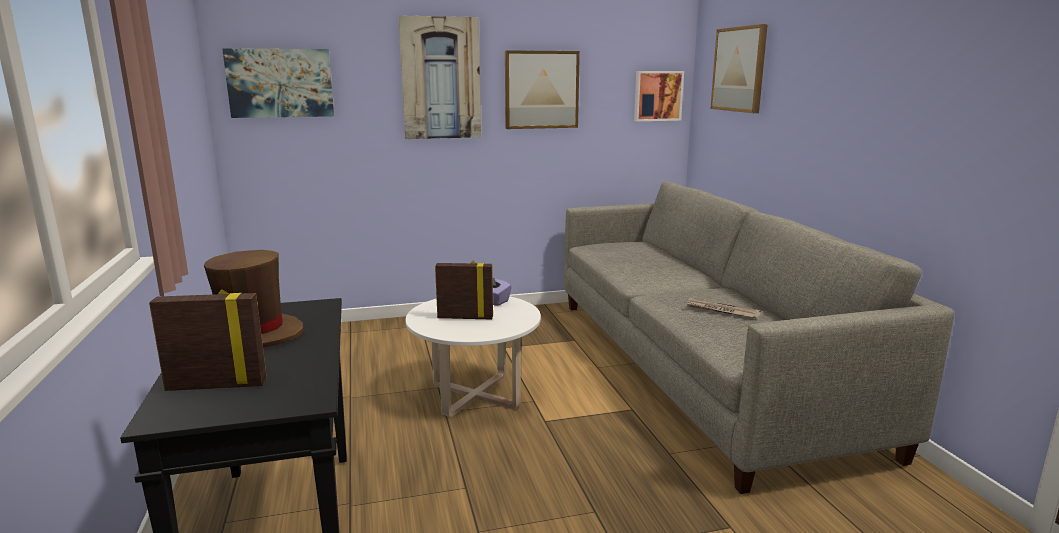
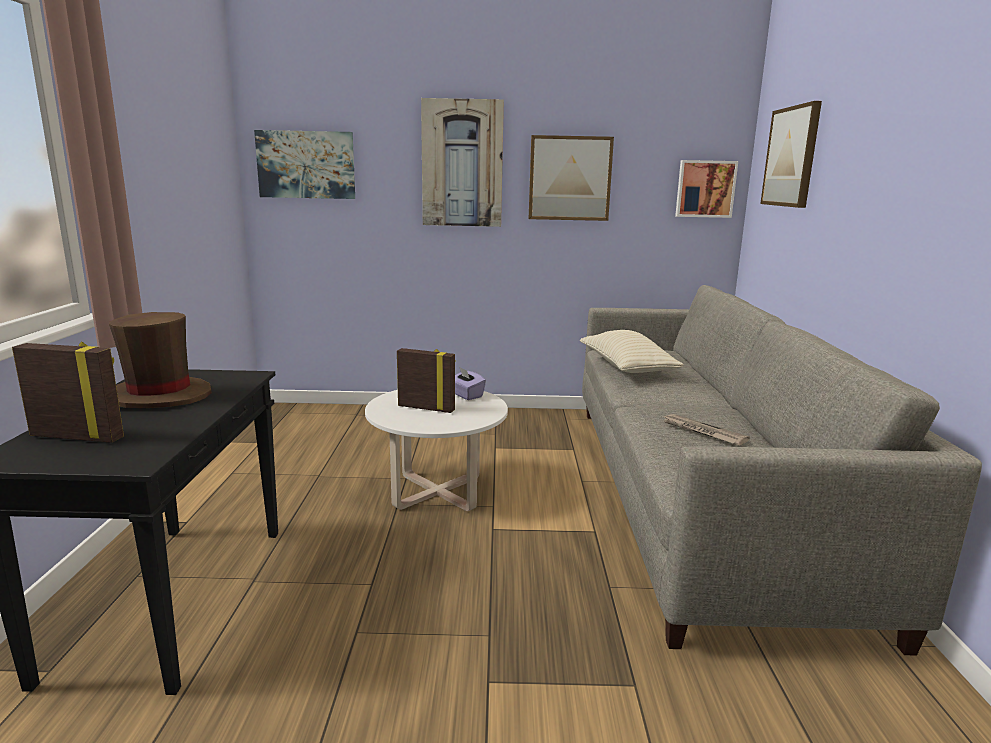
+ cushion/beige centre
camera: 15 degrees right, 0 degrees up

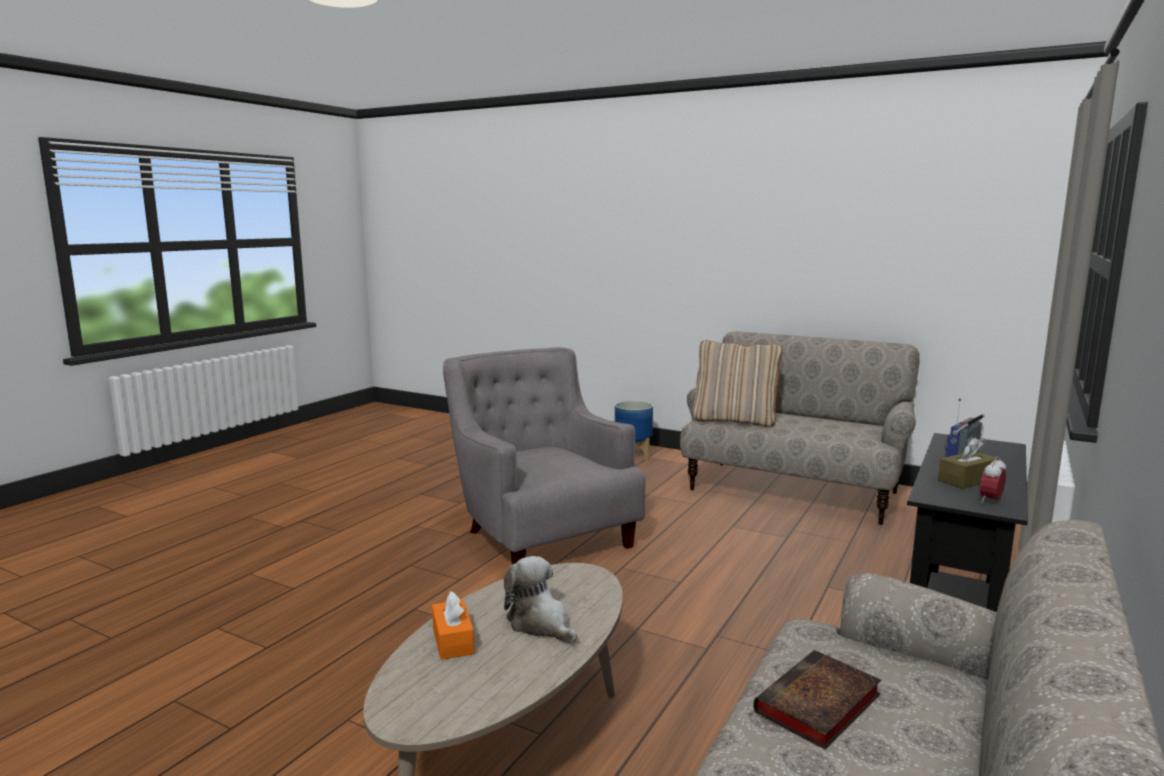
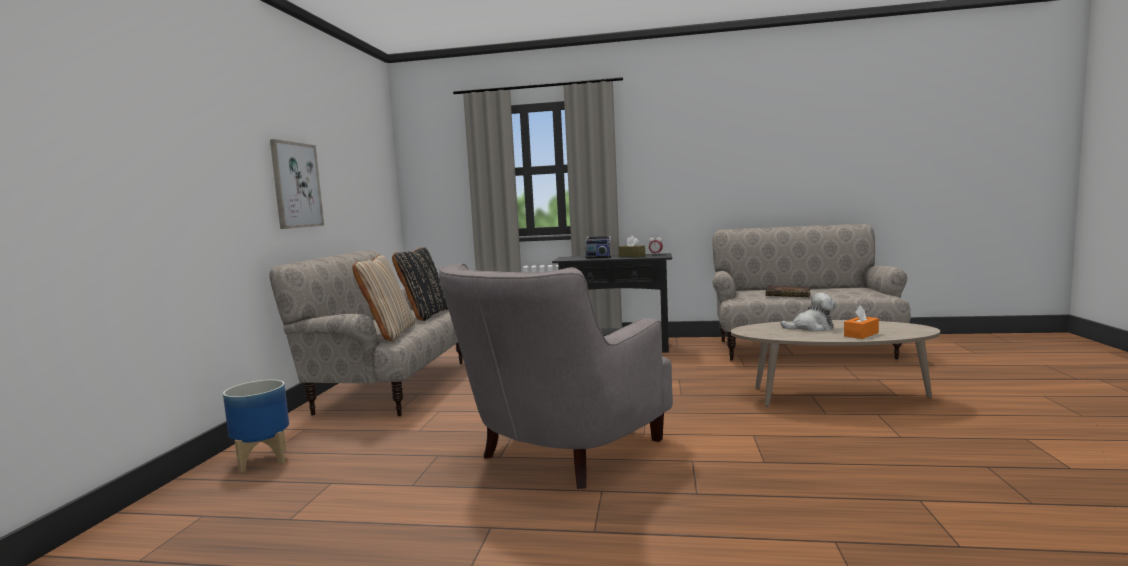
~ cuddly toy bottom centre = middle right 120 degrees counterclockwise
+ wall art top left
+ cushion/blackish centre
camera: 110 degrees left, 5 degrees down

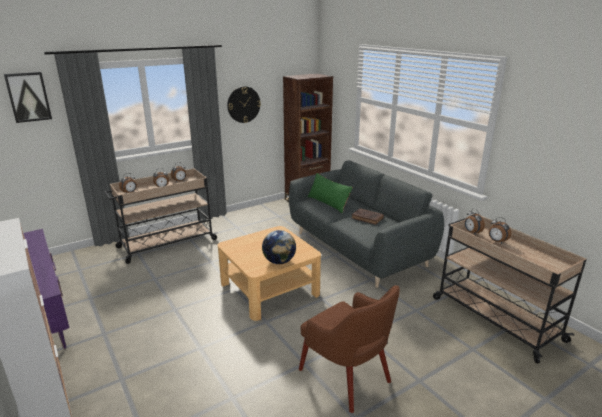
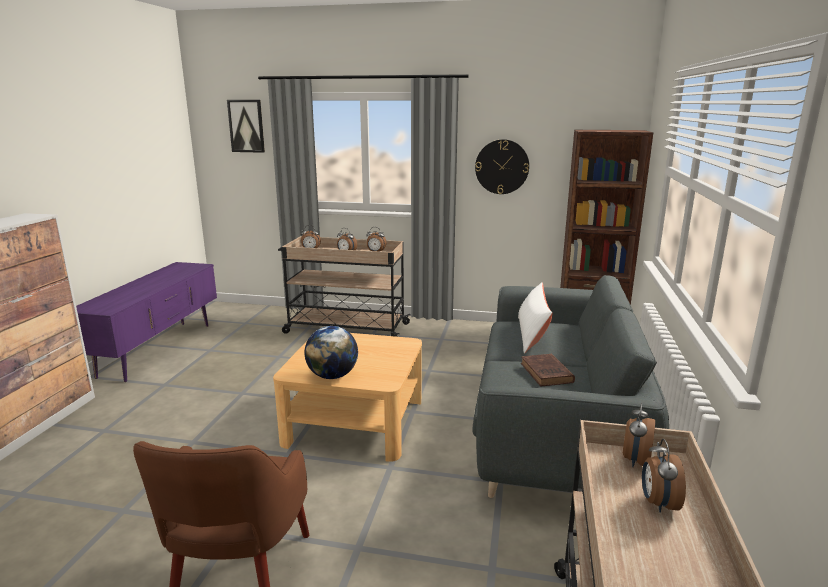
~ cushion/greenish centre to cushion/whitish centre
camera: 45 degrees right, 5 degrees down

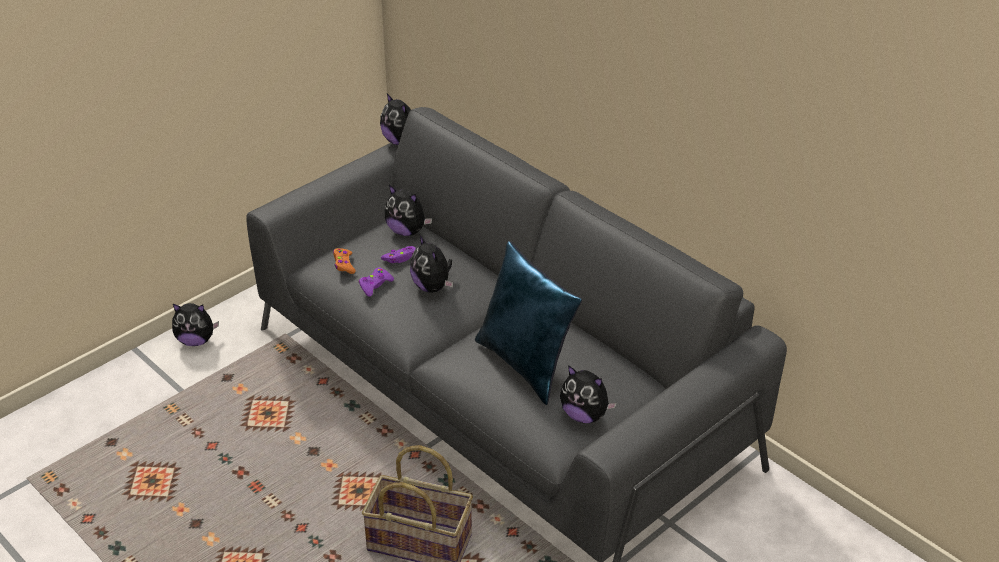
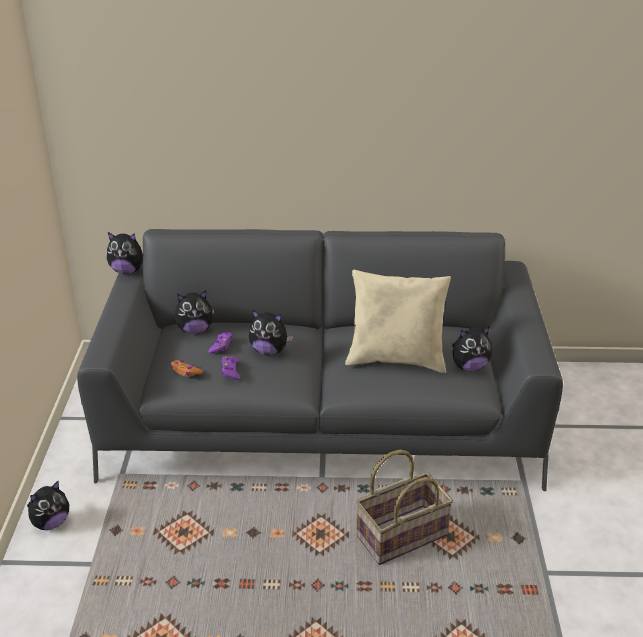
~ cushion/bluish centre to cushion/beige centre
camera: 45 degrees left, 5 degrees down

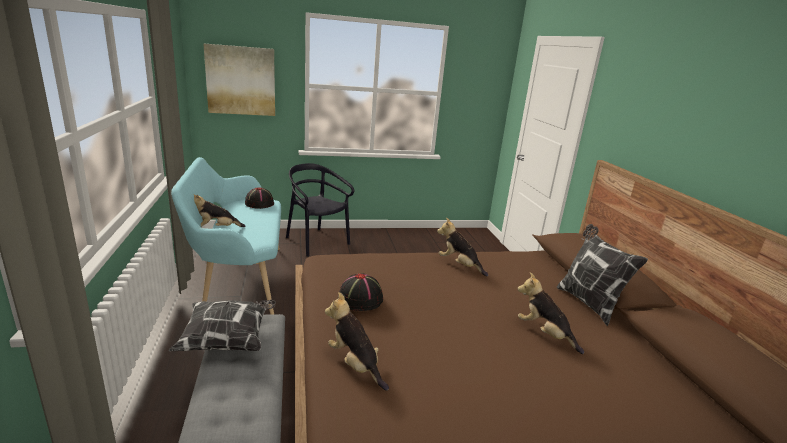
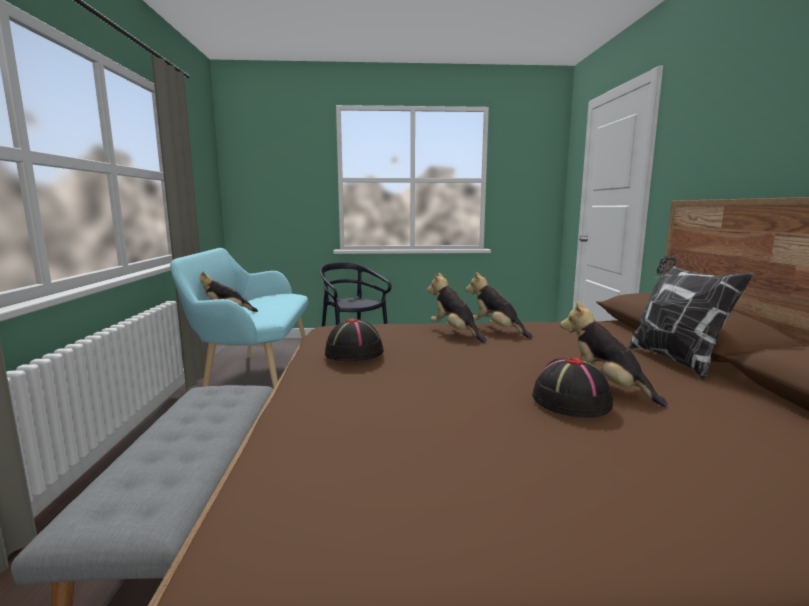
- cushion (1st from left) bottom left
- wall art top left
~ clothing hat/blackish (1st from left in the first image) middle left to clothing hat/blackish (2nd from left) middle right
~ cuddly toy (2nd from left) bottom centre to centre
camera: 10 degrees right, 10 degrees down

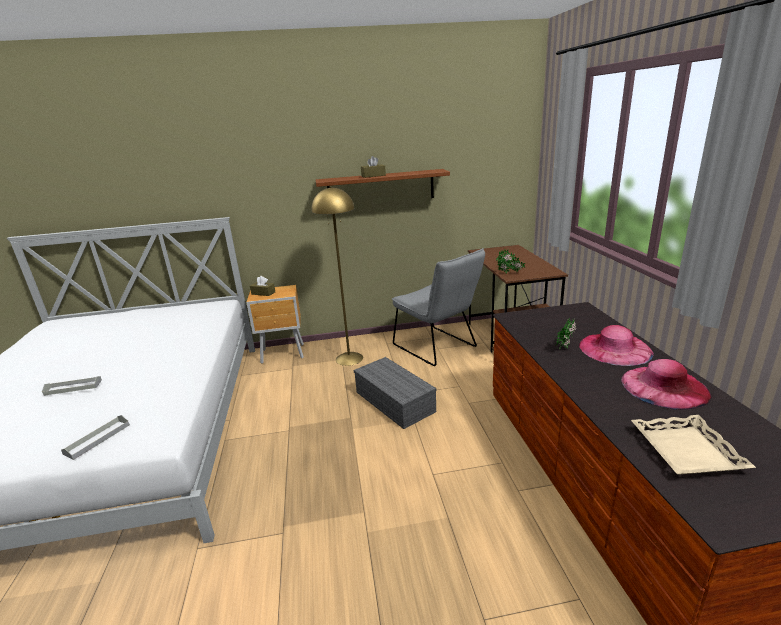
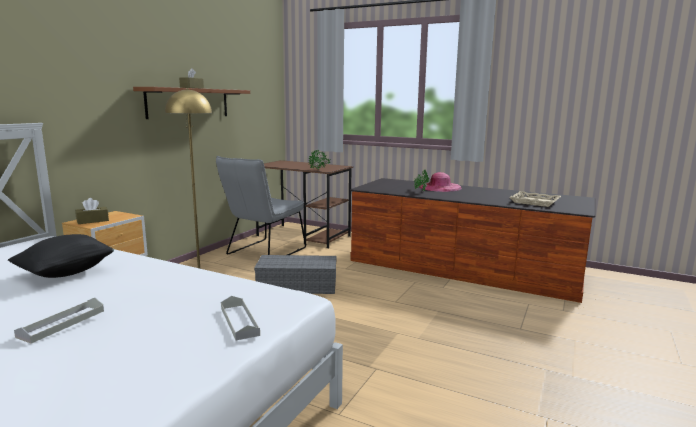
~ plain chair/gray centre = centre 120 degrees clockwise
- clothing hat/pinkish (2nd from left) middle right
+ cushion/blackish middle left
camera: 55 degrees left, 10 degrees down

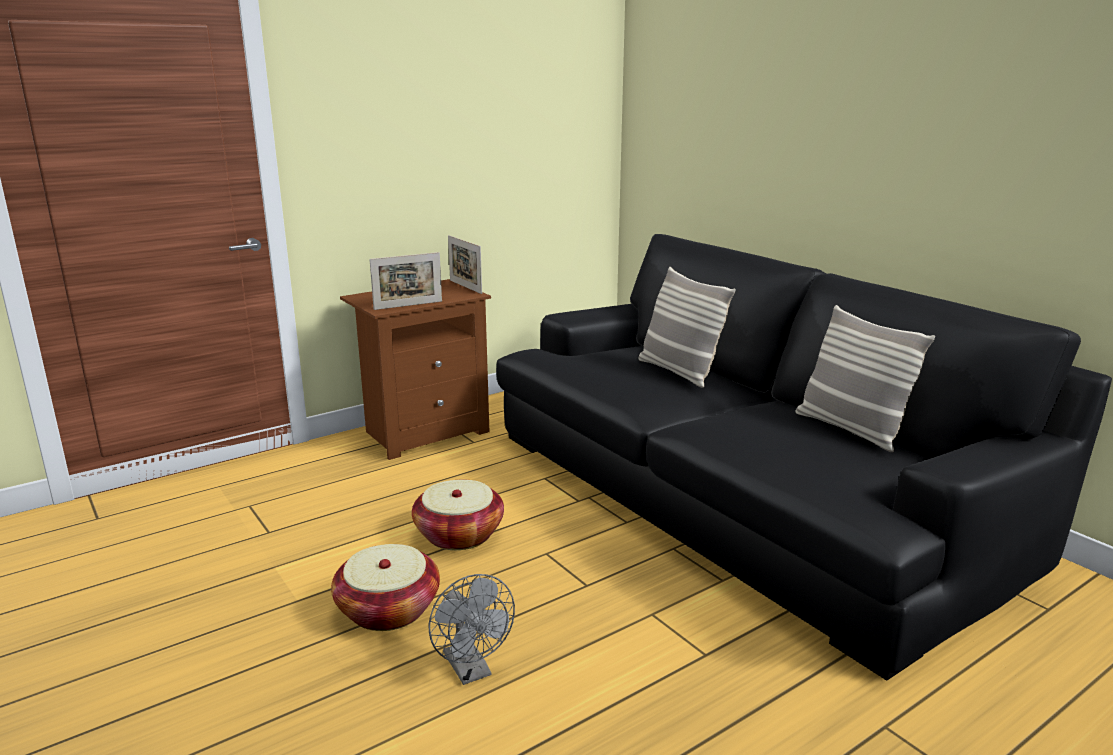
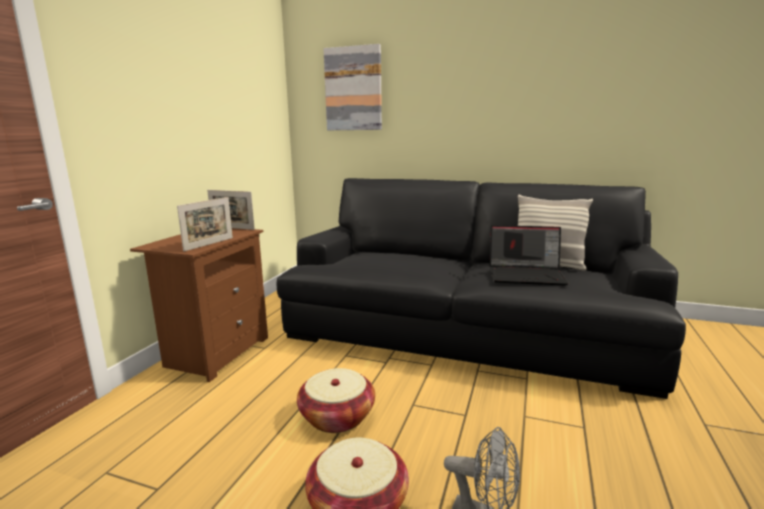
- cushion (1st from left) centre
+ wall art top centre
+ portable computer middle right
camera: 35 degrees left, 5 degrees down

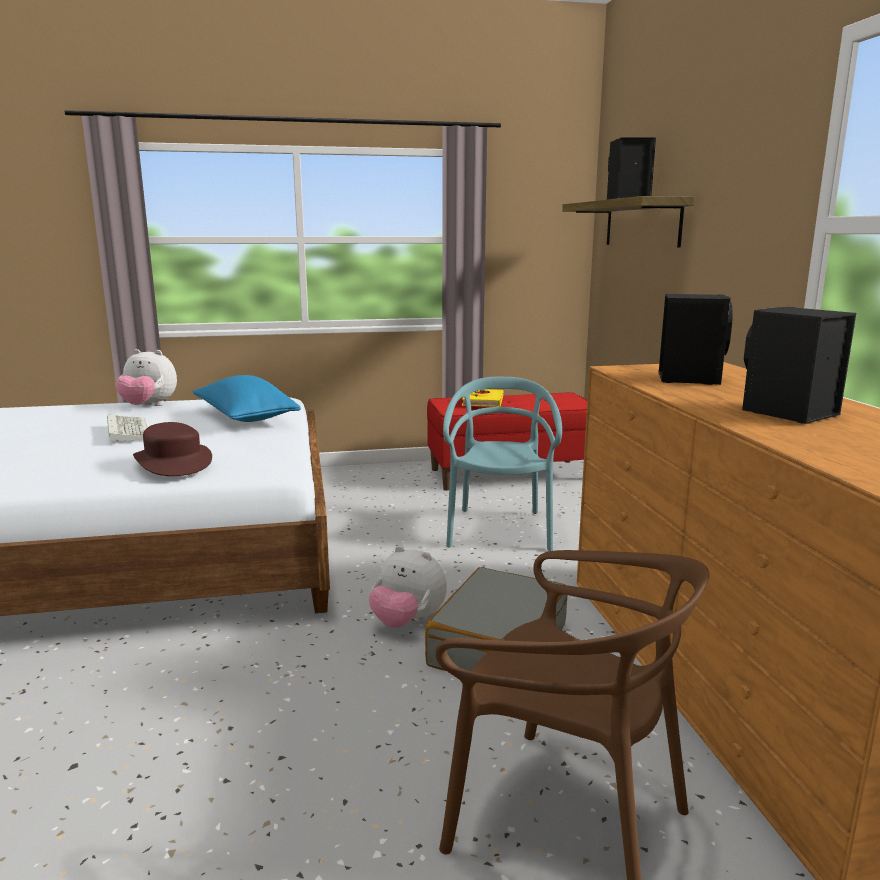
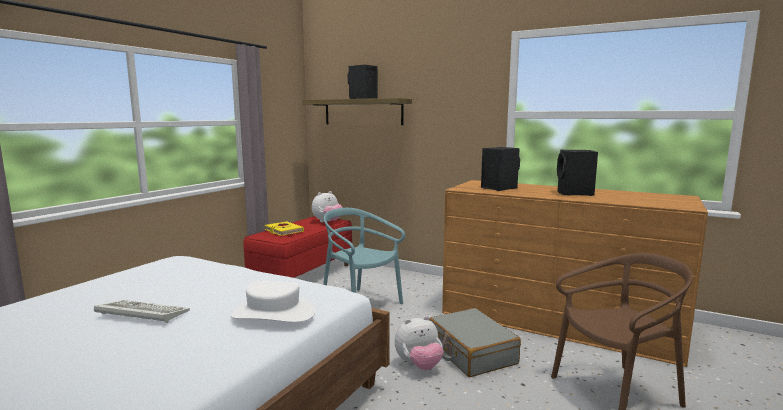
~ cuddly toy (1st from left) middle left to centre
~ clothing hat/brown-coloured middle left to clothing hat/whitish bottom centre
- cushion/bluish middle left
camera: 50 degrees left, 5 degrees down

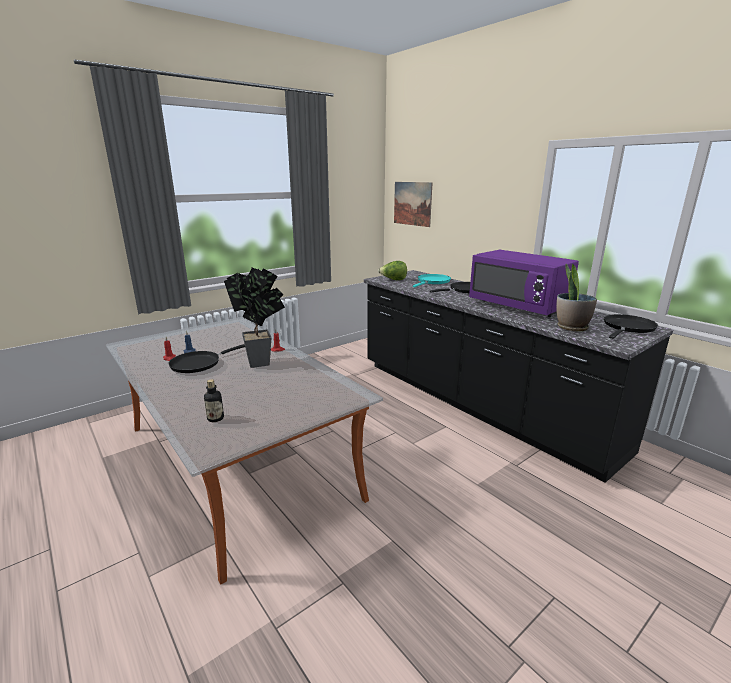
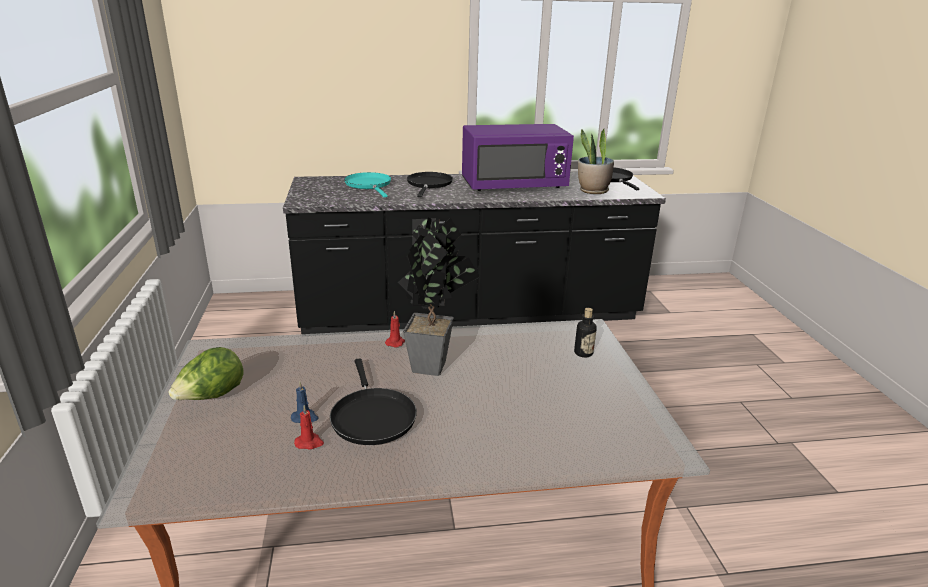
~ drink bottle middle left to centre
~ head of lettuce centre to middle left
- wall art top centre
camera: 60 degrees left, 5 degrees up

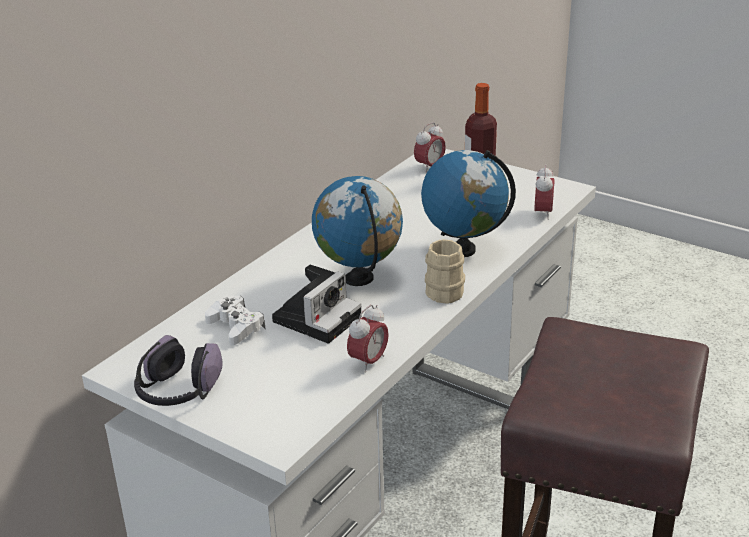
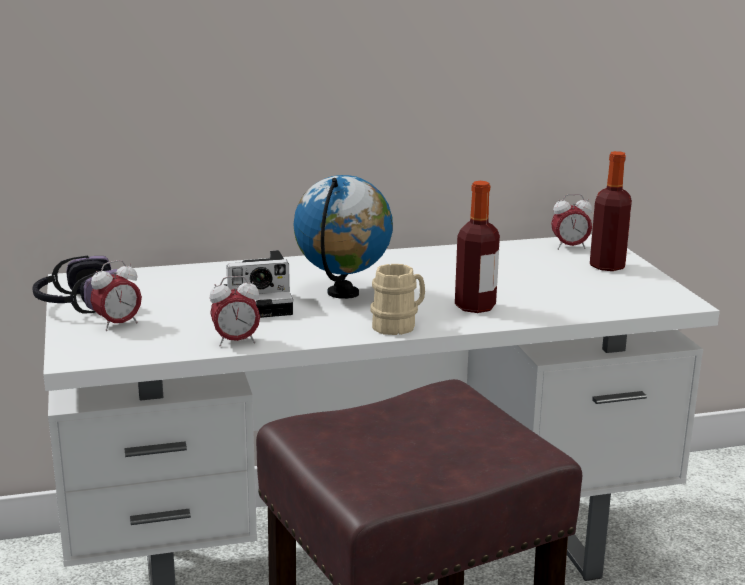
- joypad/whitish middle left
~ desk globe (2nd from left) centre to drink bottle (1st from left) centre
~ bedside clock (3rd from left in the first image) middle right to bedside clock (1st from left) middle left
camera: 40 degrees right, 10 degrees down

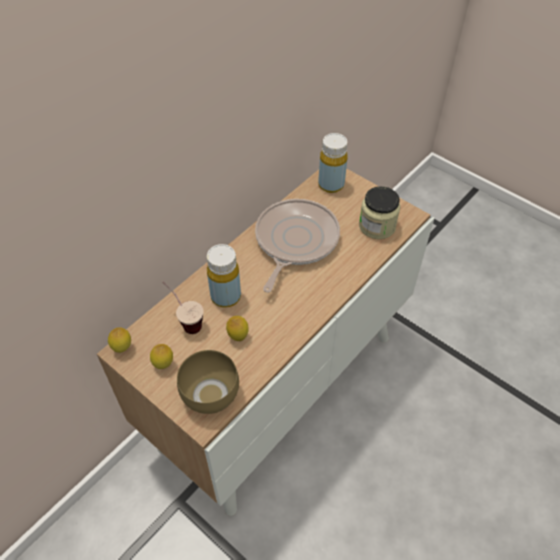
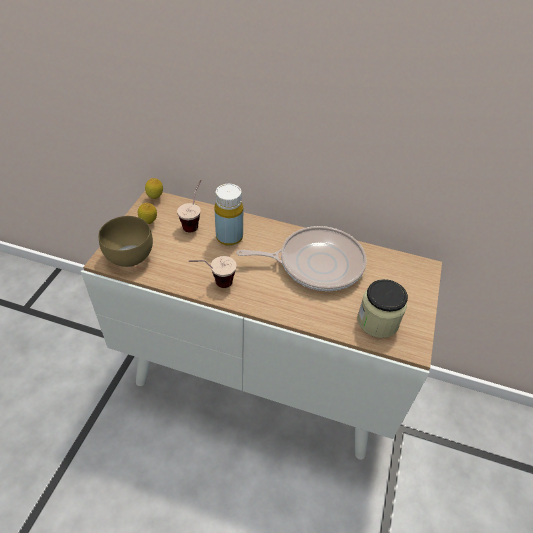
- whole lemon (3rd from left) centre
- drink bottle/yellow (2nd from left) top centre
+ cup (2nd from left) centre
camera: 65 degrees right, 5 degrees down

